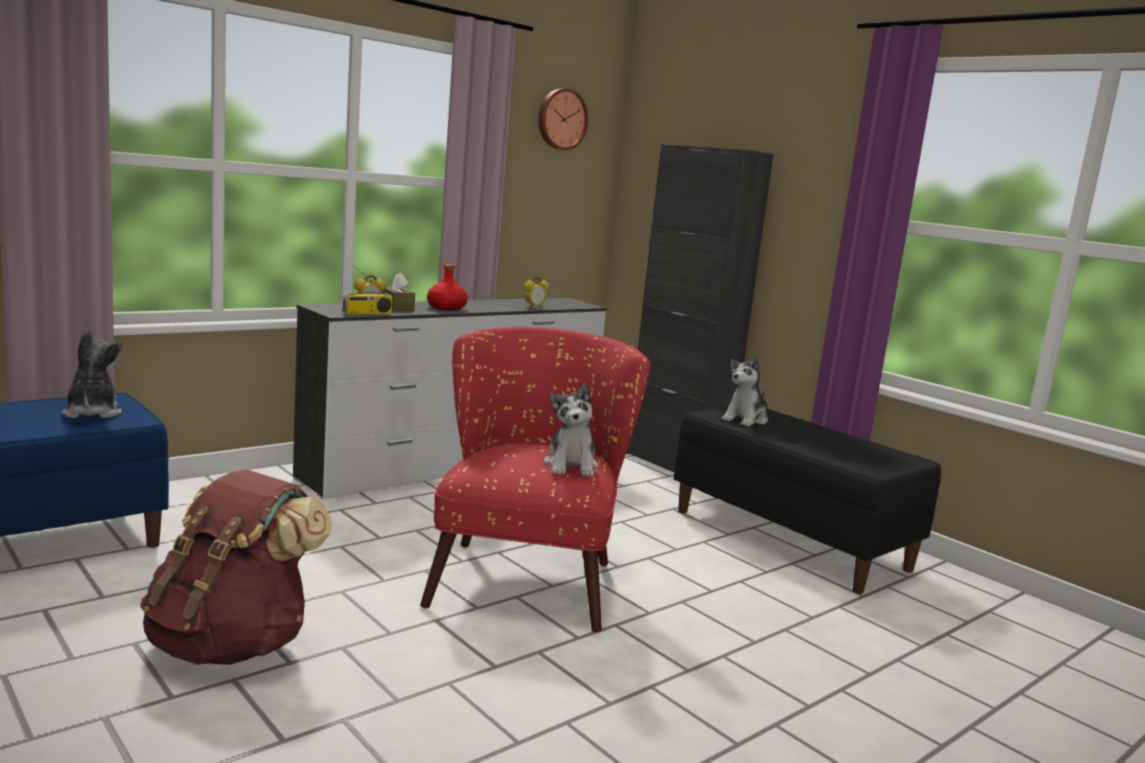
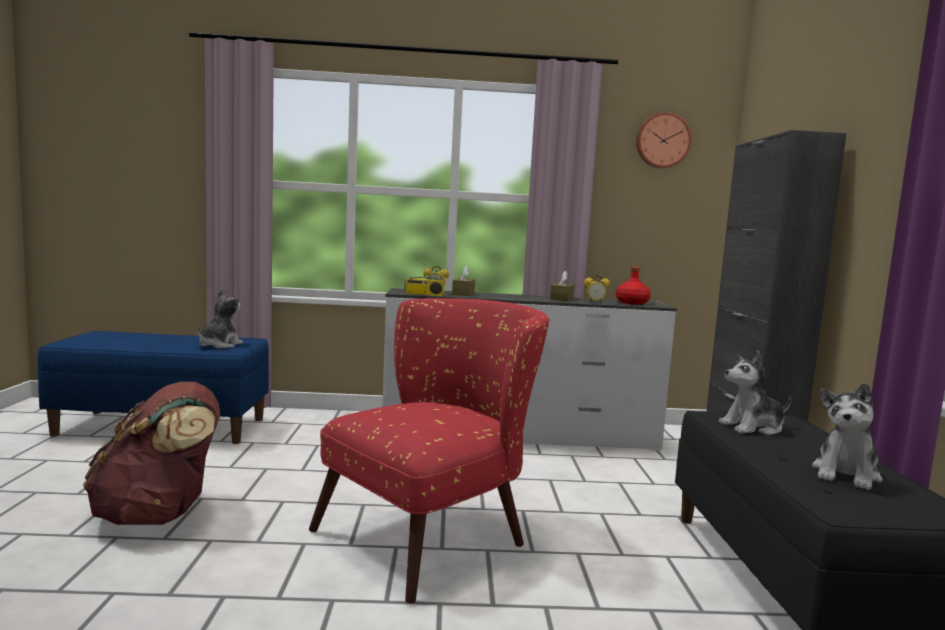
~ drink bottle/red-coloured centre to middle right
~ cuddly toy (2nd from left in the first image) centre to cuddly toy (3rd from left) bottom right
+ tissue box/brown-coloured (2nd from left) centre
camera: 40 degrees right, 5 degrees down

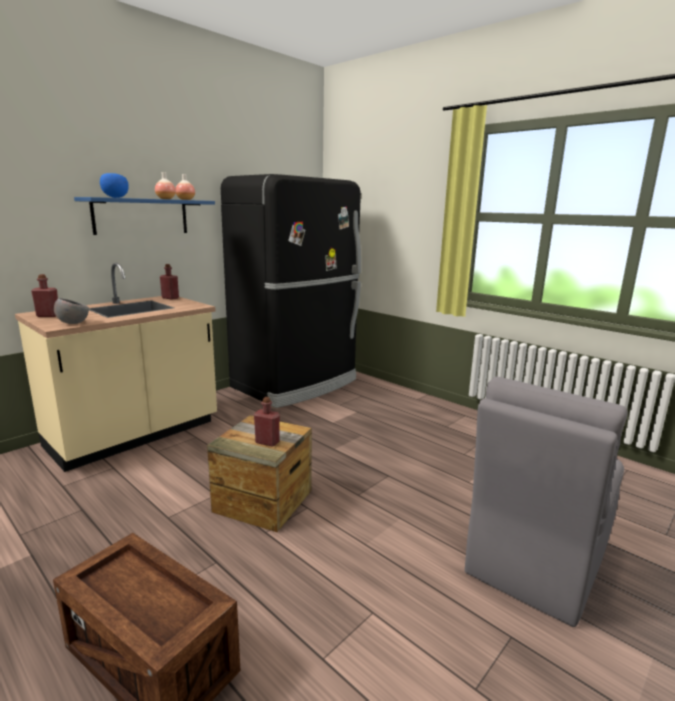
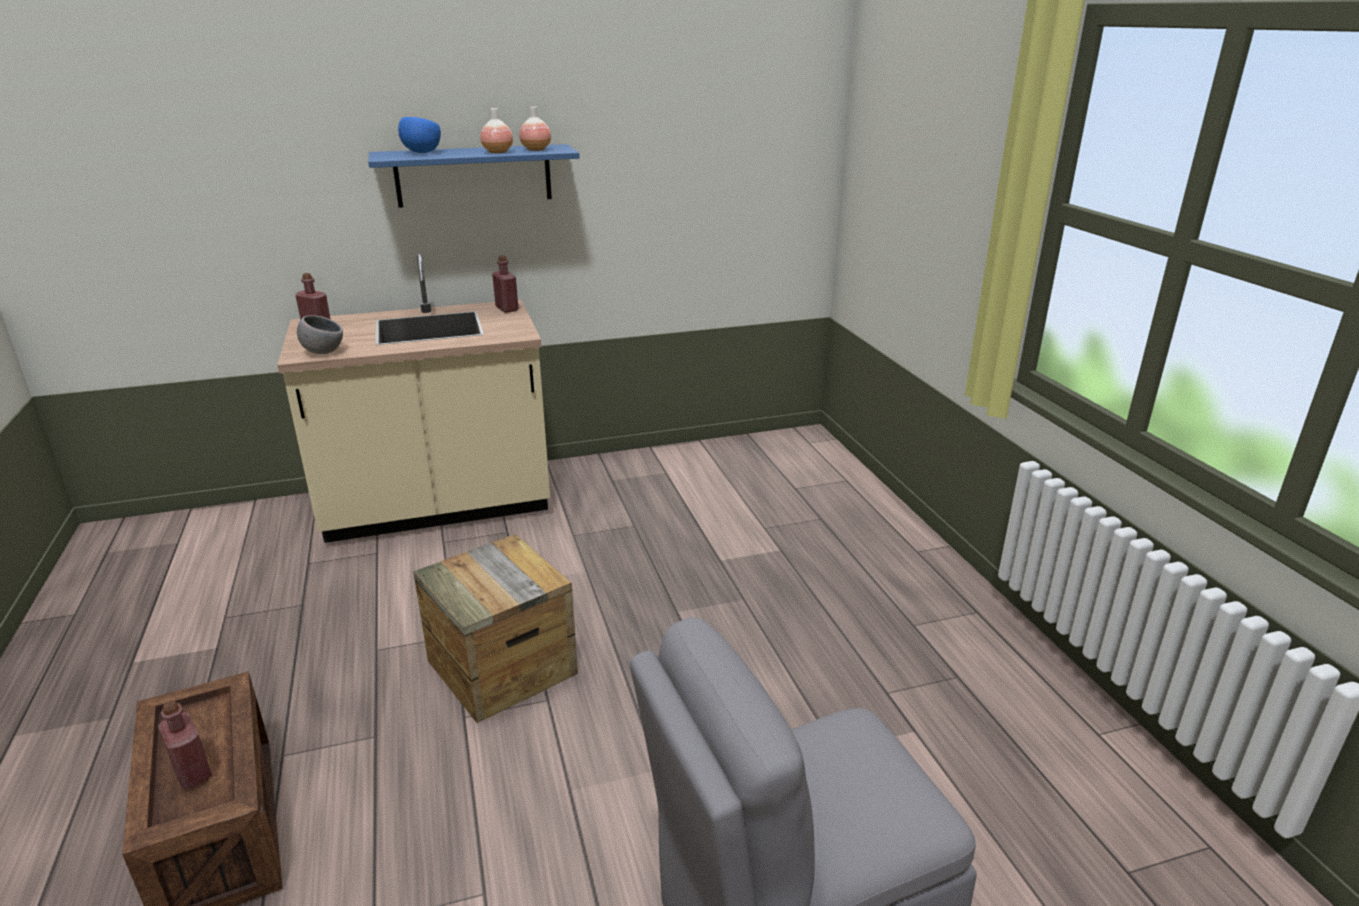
- kitchen fridge/blackish centre
~ drink bottle/red-coloured (3rd from left in the first image) centre to drink bottle/red-coloured (1st from left) bottom left
camera: 30 degrees right, 10 degrees up

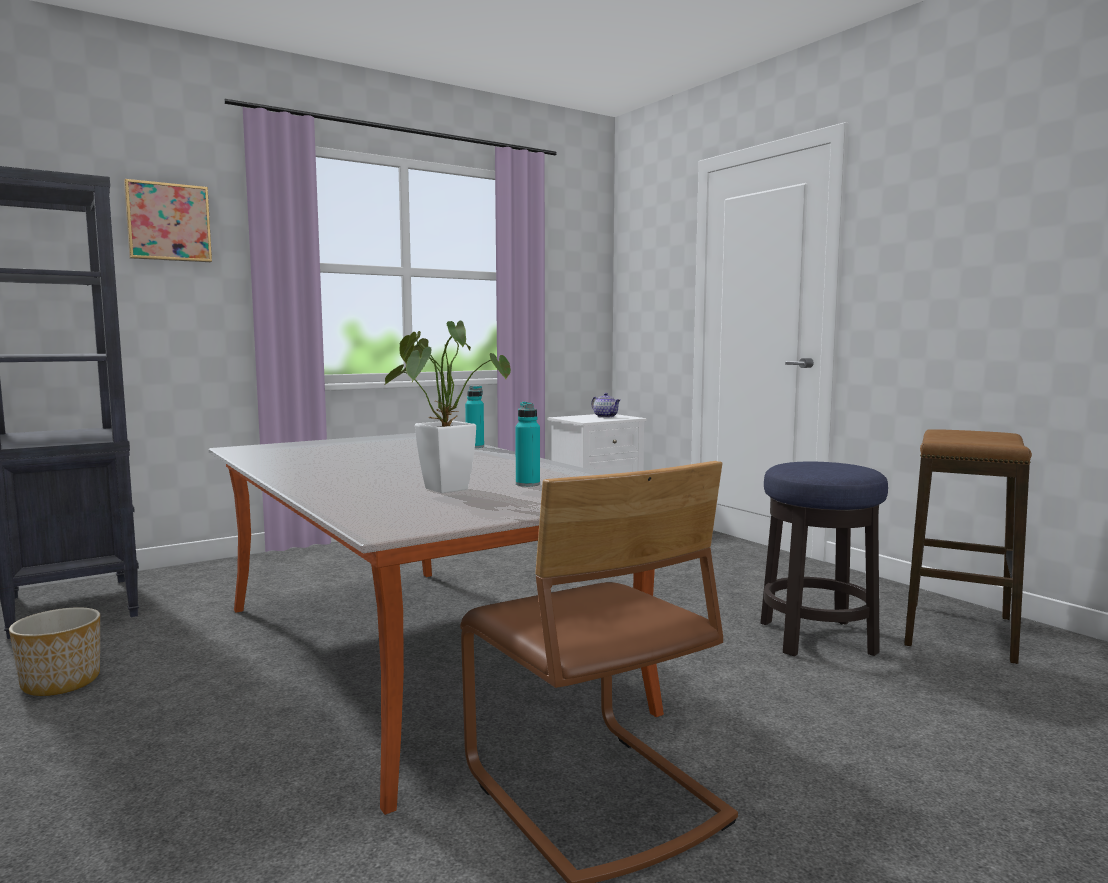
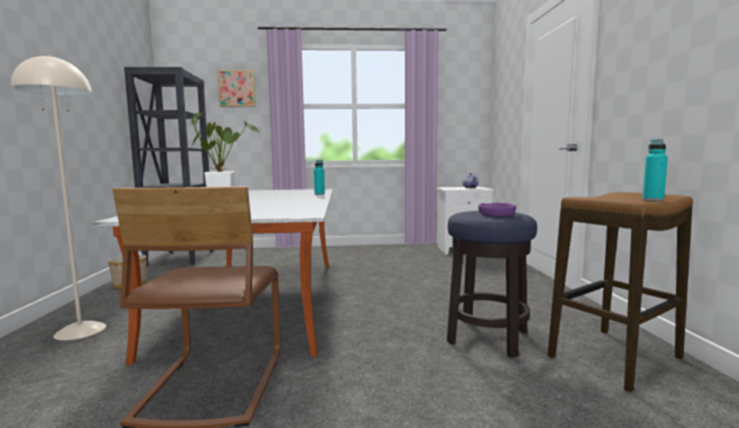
~ drink bottle/turquoise (2nd from left) centre to middle right
+ standard lamp/beige middle left
+ deep dish/purple-coloured middle right
camera: 30 degrees right, 0 degrees up

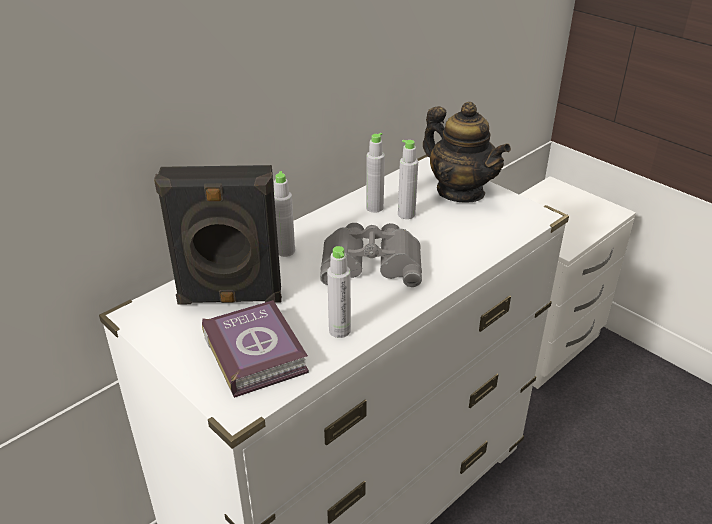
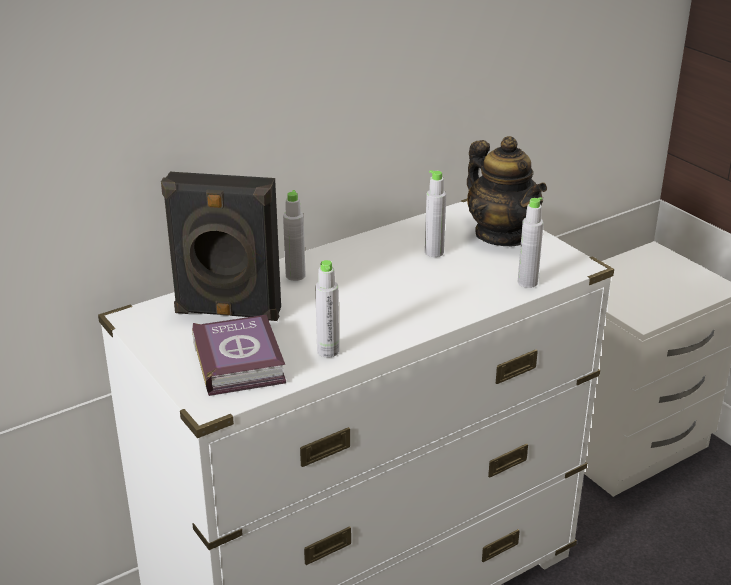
- field glasses/gray centre
~ drink bottle/gray (3rd from left in the first image) top centre to drink bottle/gray (4th from left) middle right
camera: 10 degrees right, 5 degrees down

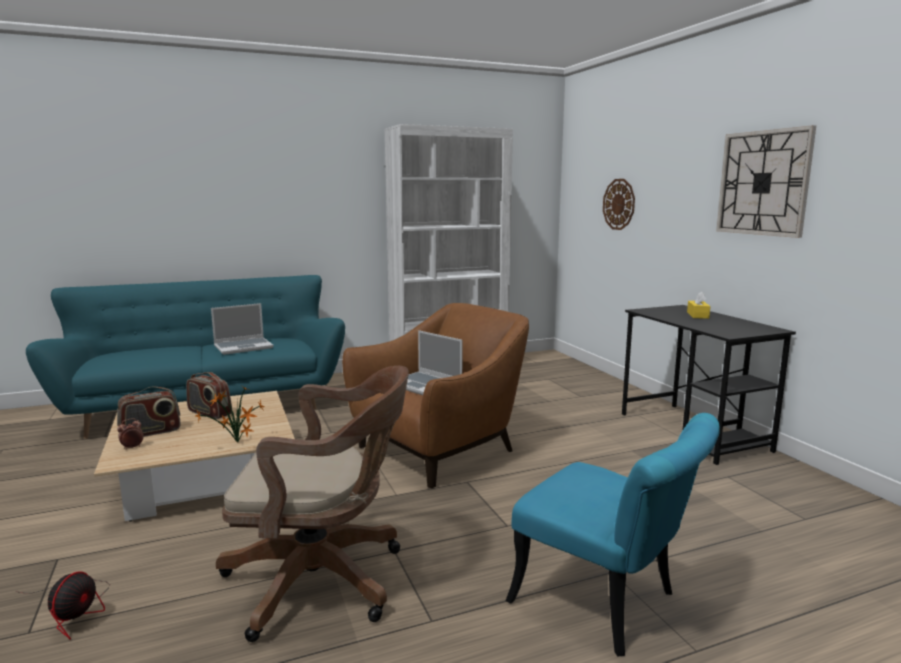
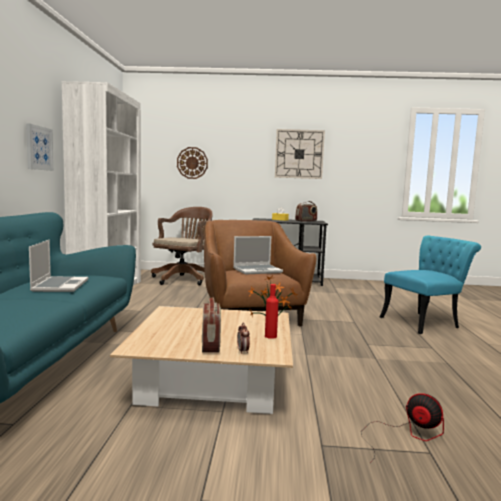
~ radio set (2nd from left) middle left to centre
~ desk chair/brown-coloured bottom centre to centre
+ wall art top left
+ drink bottle/red-coloured centre
camera: 65 degrees left, 5 degrees down

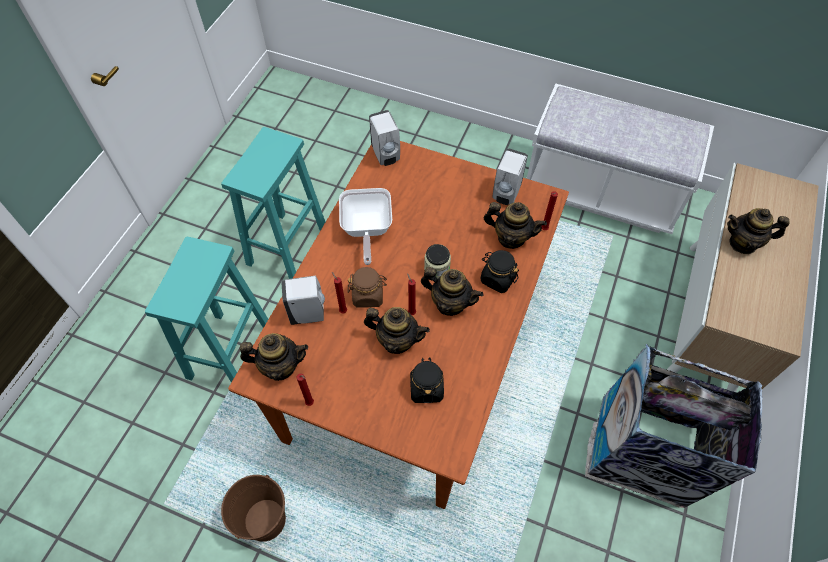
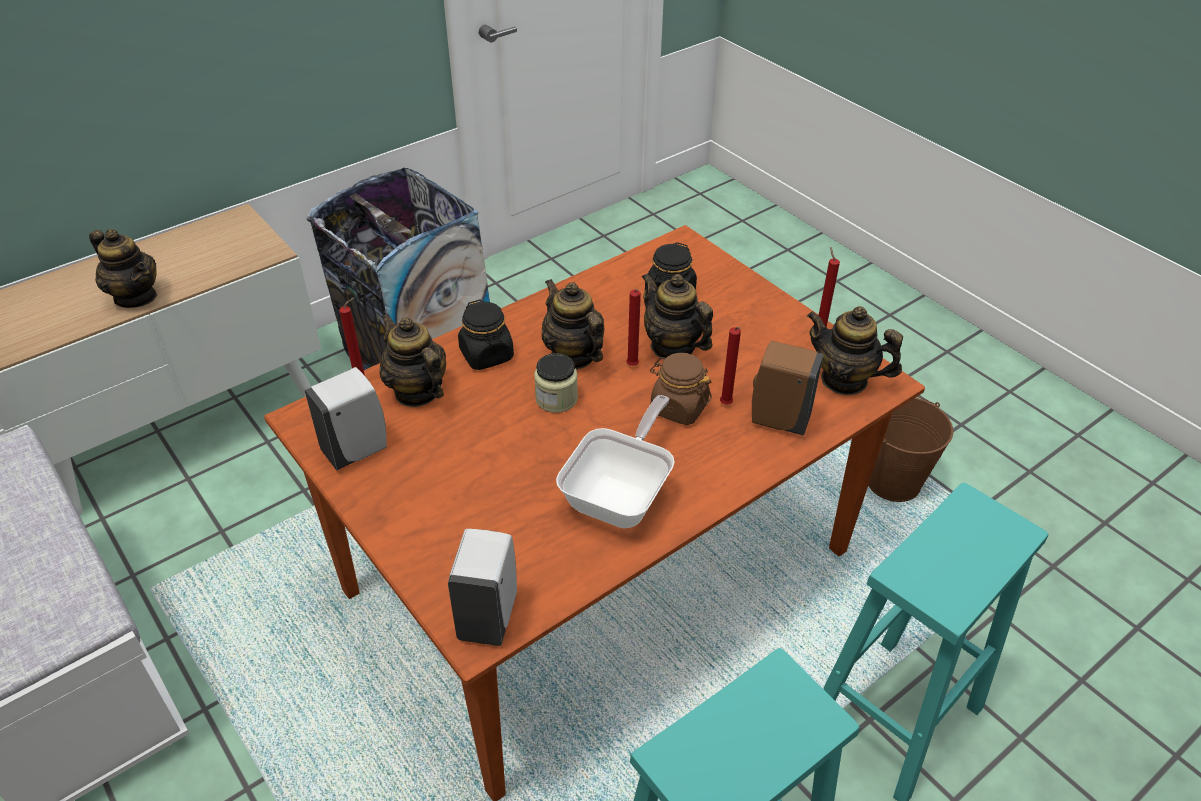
~ soap bottle/whitish (1st from left) centre to soap bottle/brown-coloured centre
camera: 150 degrees left, 15 degrees down

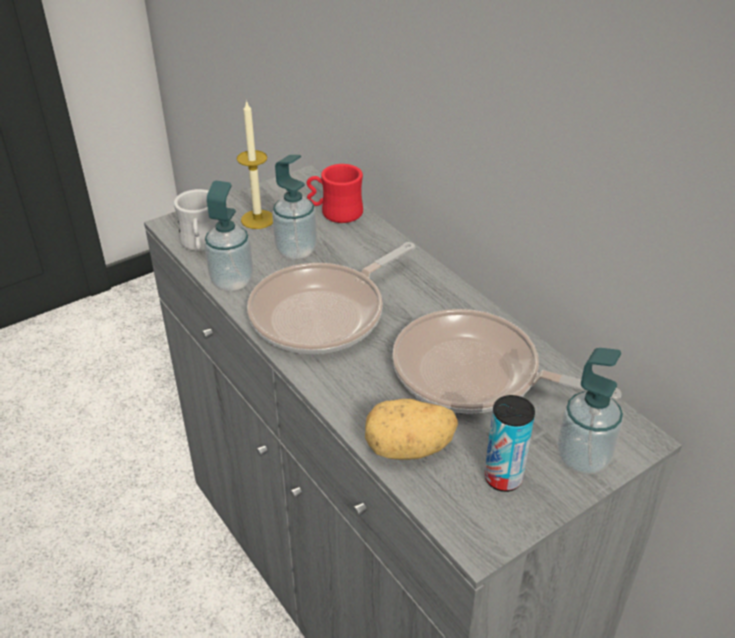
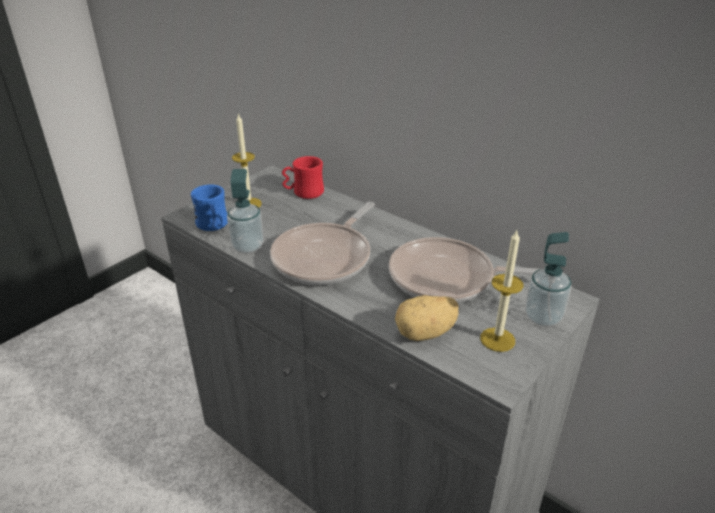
~ mug/whitish middle left to mug/bluish middle left
- soap bottle (2nd from left) top centre
~ can bottom right to wax candle (2nd from left) middle right
camera: 15 degrees left, 5 degrees down

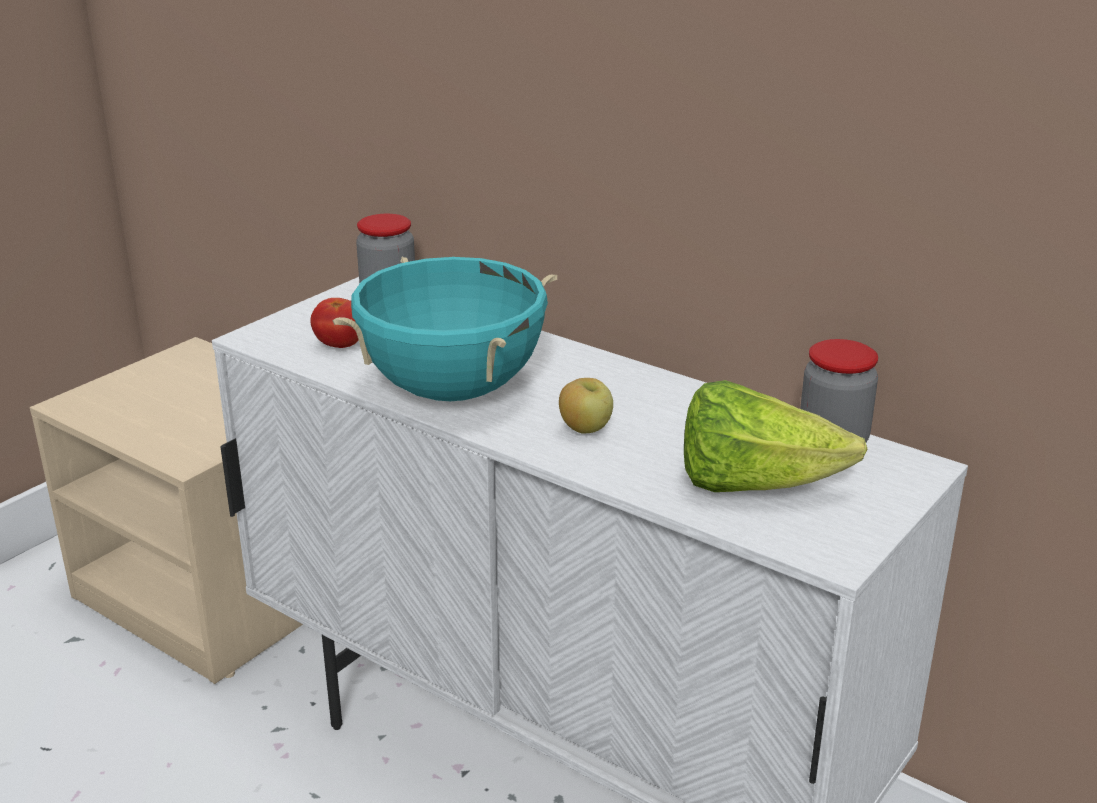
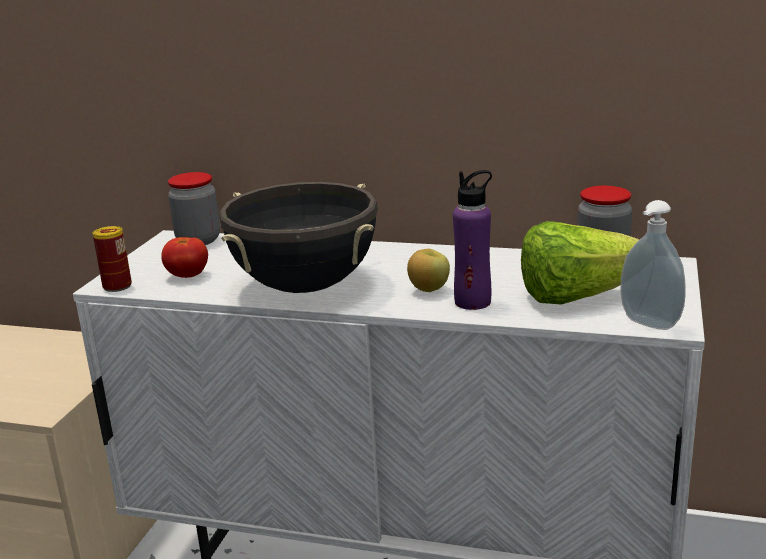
~ stockpot/turquoise centre to stockpot/blackish centre
+ can middle left
+ drink bottle/purple-coloured centre
+ soap bottle middle right
camera: 20 degrees left, 5 degrees down

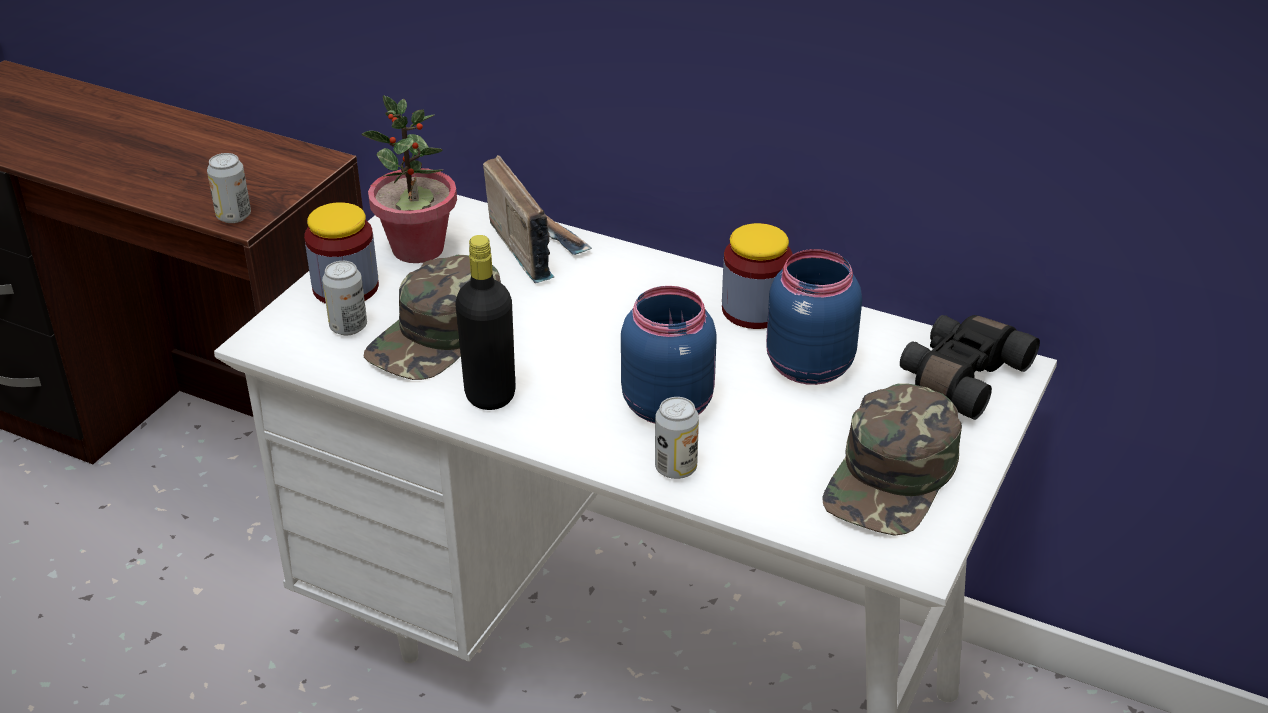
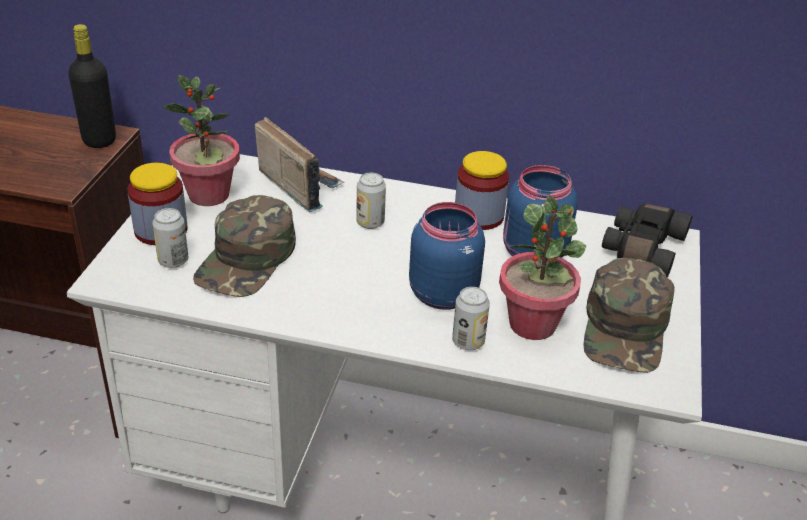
~ can (1st from left in the first image) top left to can (2nd from left) centre
~ drink bottle/blackish centre to top left
+ potted plant (2nd from left) middle right
camera: 15 degrees left, 0 degrees up

